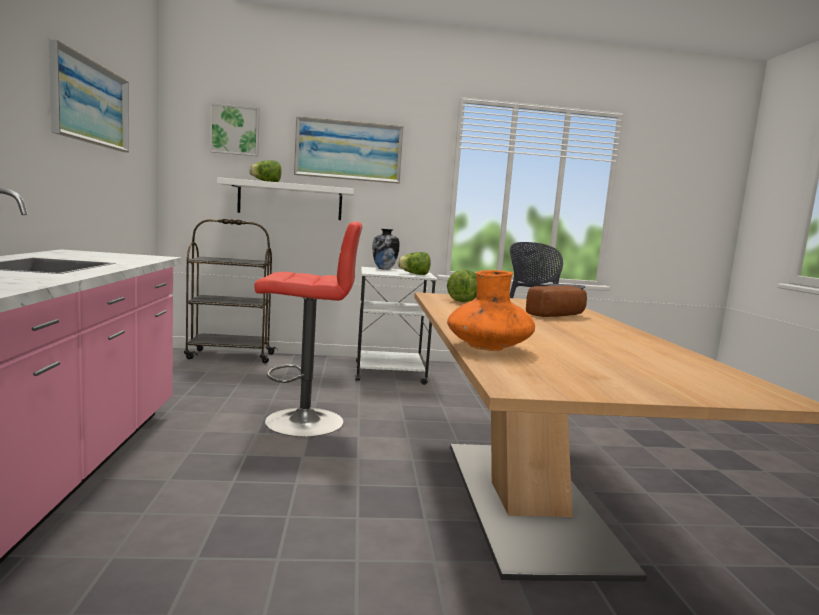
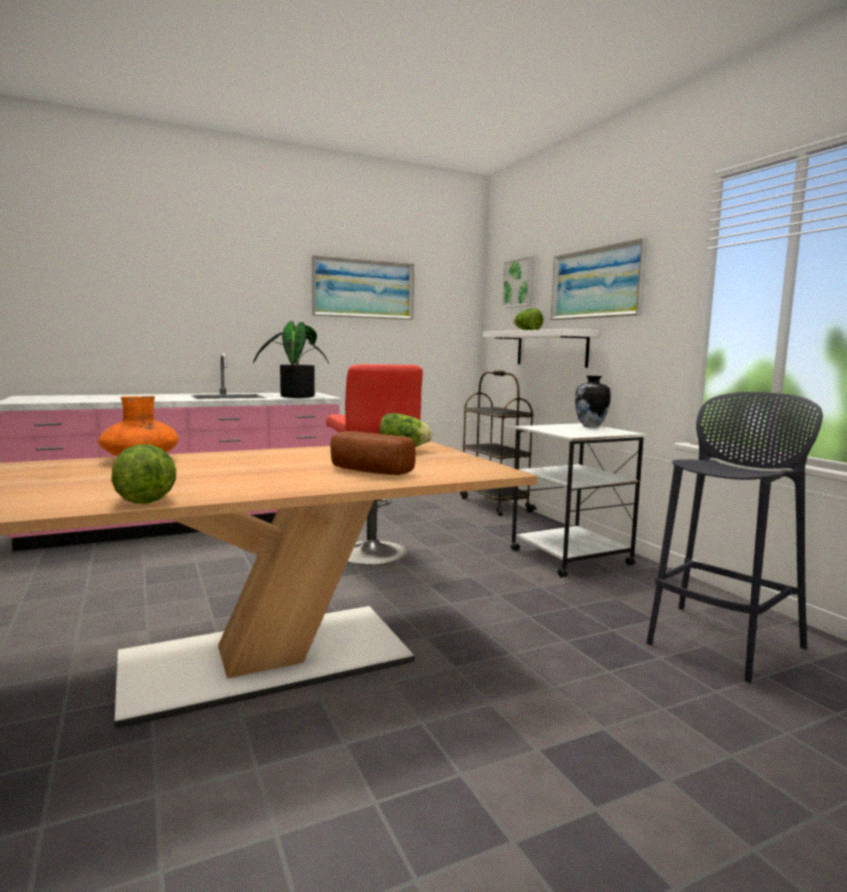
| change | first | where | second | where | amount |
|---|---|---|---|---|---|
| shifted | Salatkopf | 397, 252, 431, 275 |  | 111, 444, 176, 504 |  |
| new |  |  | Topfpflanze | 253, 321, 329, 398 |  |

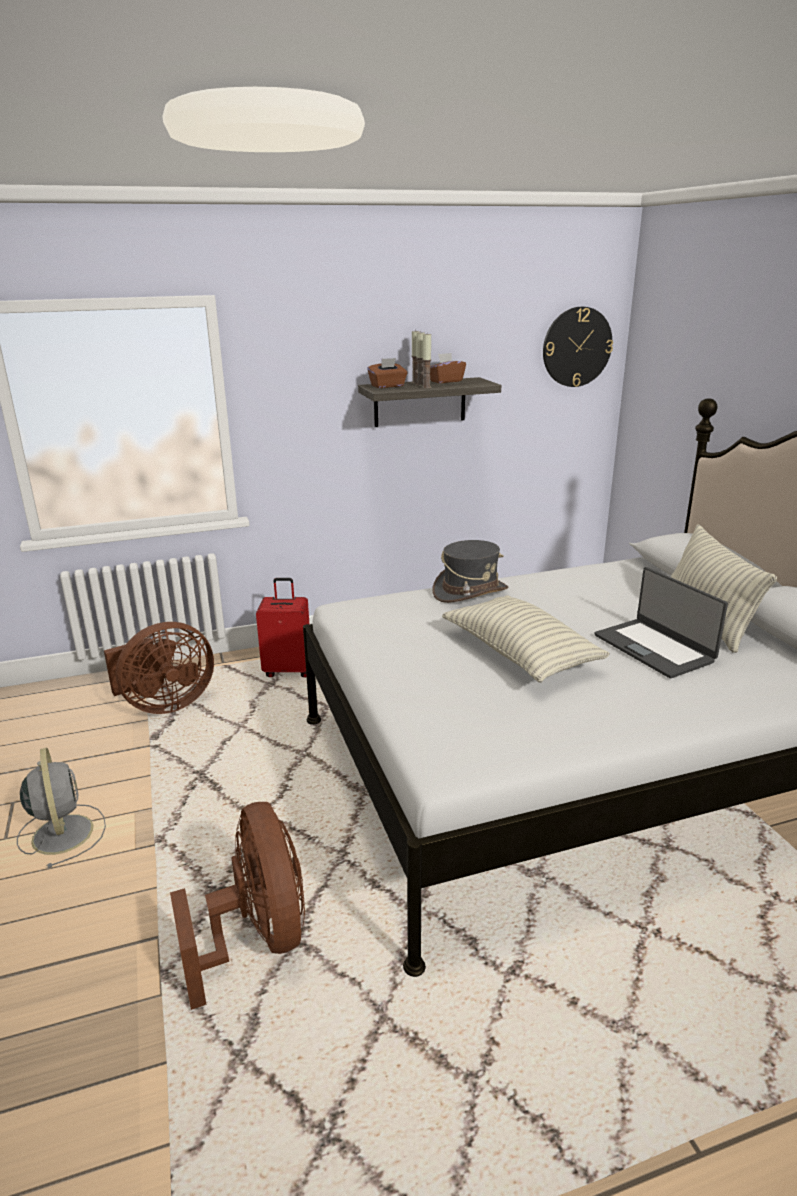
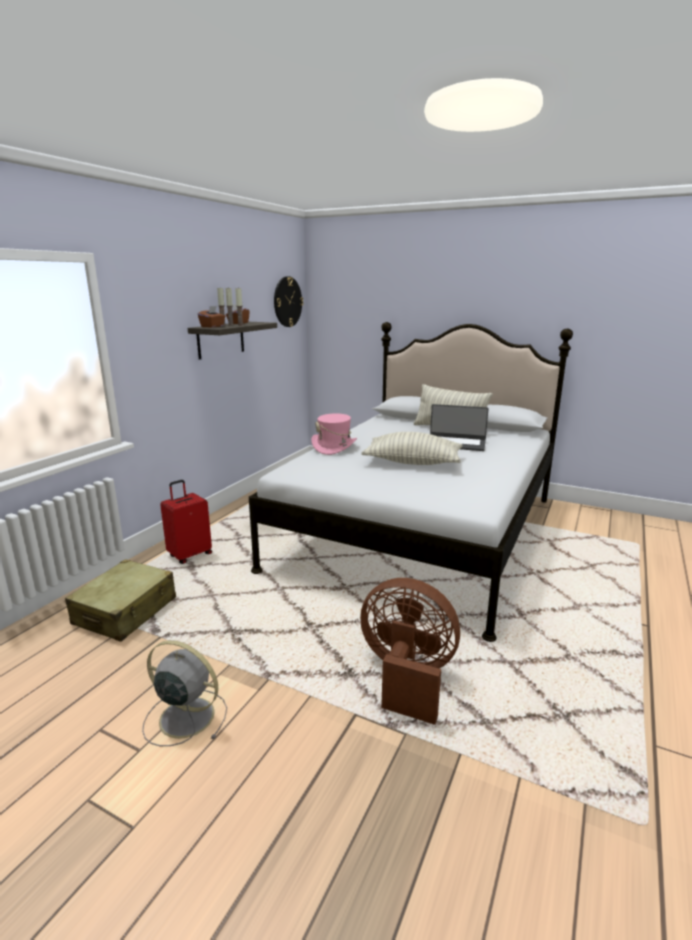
| change | first | where | second | where | amount |
|---|---|---|---|---|---|
| swapped | Ventilator (braun) | 104, 622, 214, 714 | Koffer (beige) | 65, 559, 176, 642 |  |
| repainted | Hut (grau) | 432, 540, 508, 603 | Hut (rosa) | 311, 413, 357, 455 |  |

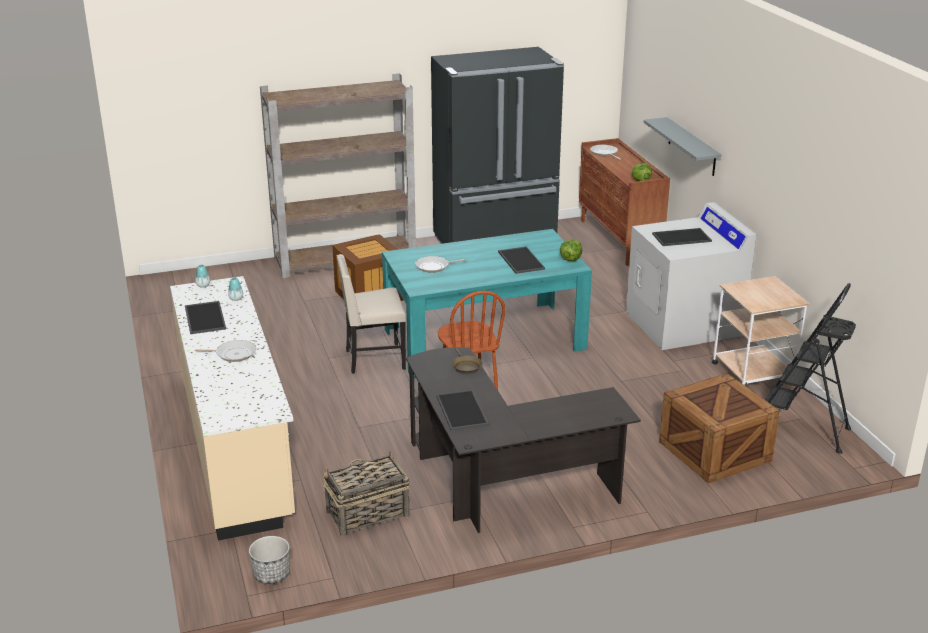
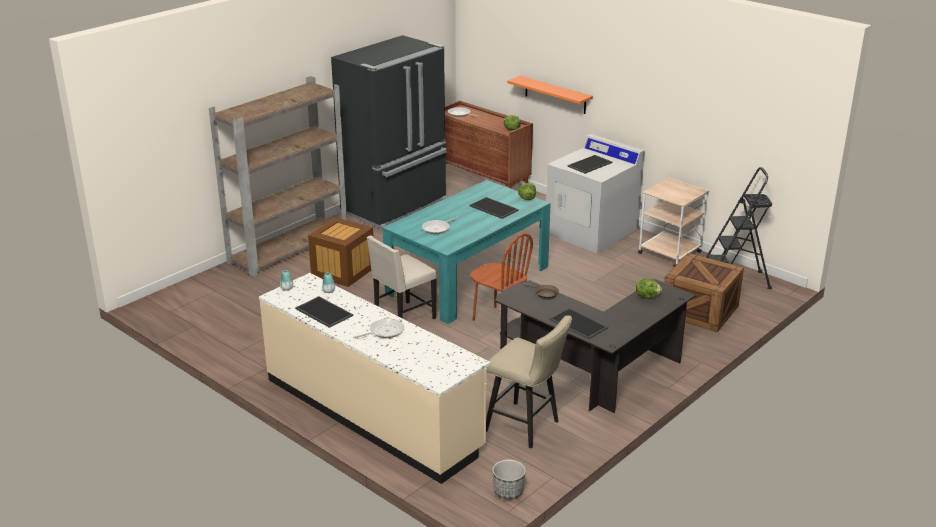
| change | first | where | second | where | amount |
|---|---|---|---|---|---|
| swapped | Korb | 323, 451, 410, 536 | Hocker (beige) | 486, 315, 572, 448 |  |
| repainted | Wandregal (grau) | 644, 117, 722, 176 | Wandregal (orange) | 507, 76, 593, 114 |  |
| new |  |  | Salatkopf | 636, 278, 662, 299 |  |

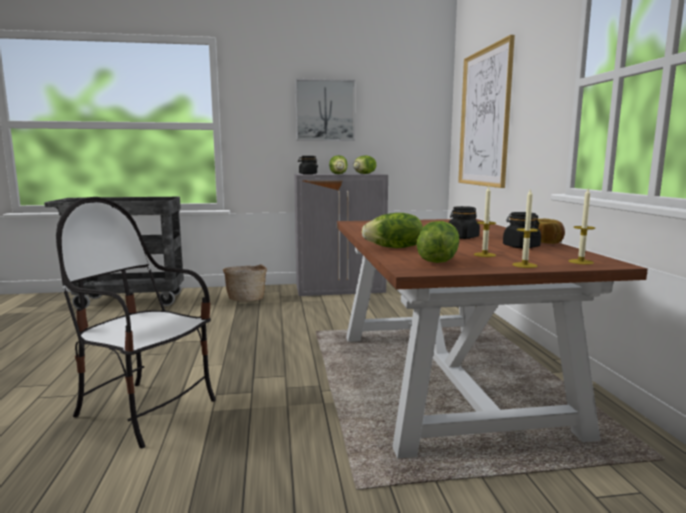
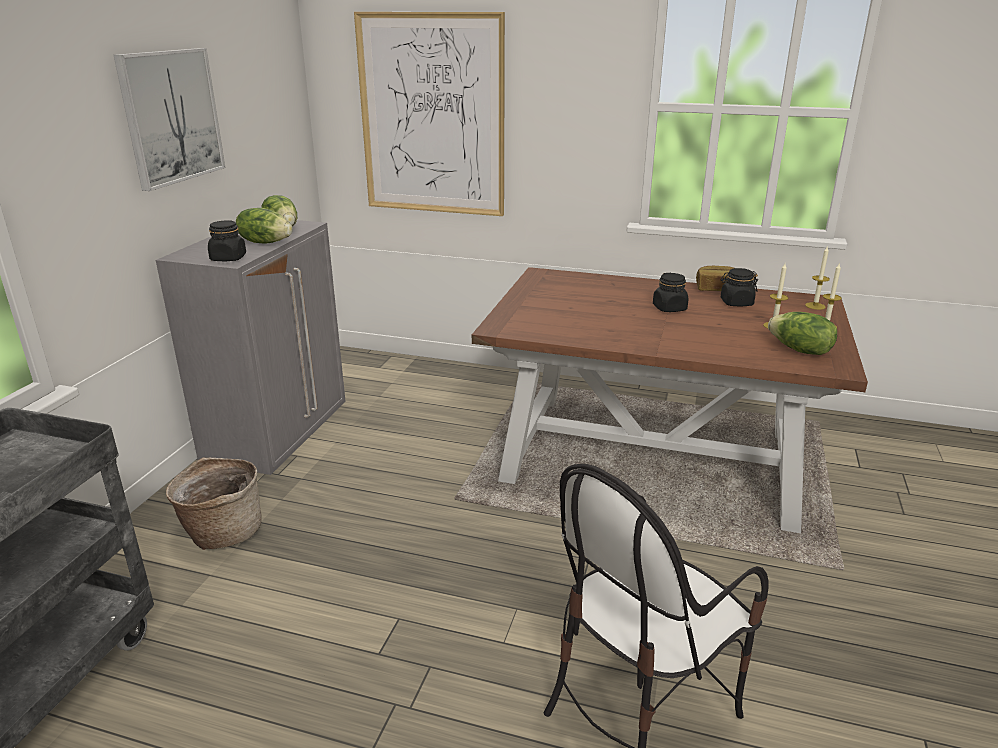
| change | first | where | second | where | amount |
|---|---|---|---|---|---|
| gone | Salatkopf | 362, 213, 423, 248 |  |  |  |

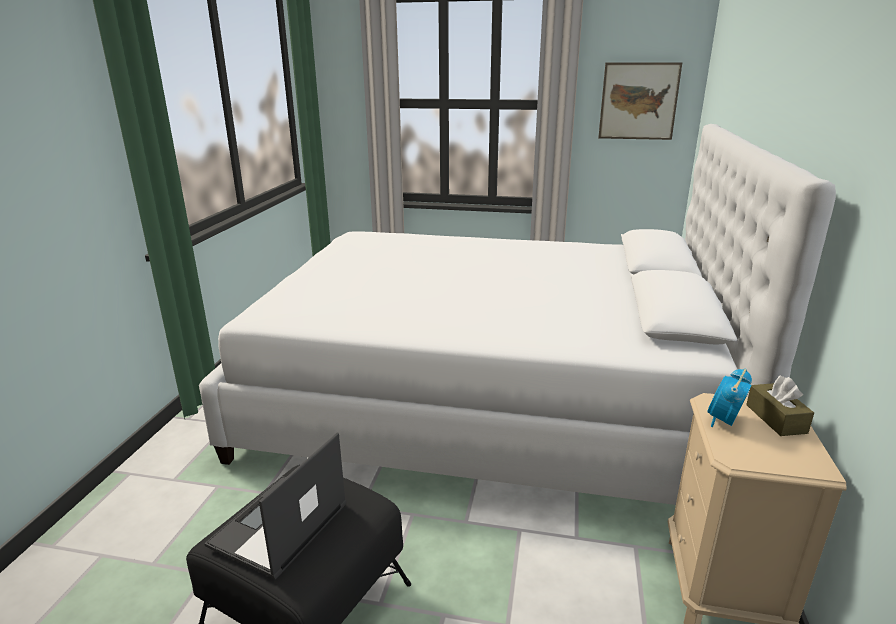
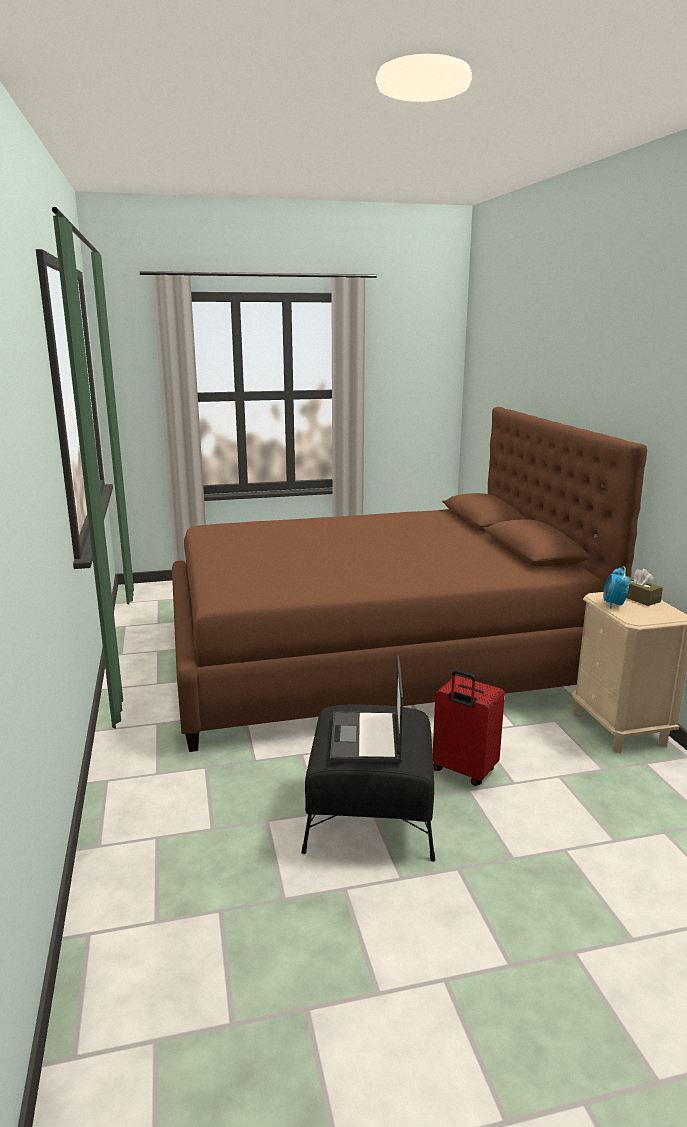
| change | first | where | second | where | amount |
|---|---|---|---|---|---|
| repainted | Bett (weiß) | 199, 124, 836, 505 | Bett (braun) | 172, 407, 647, 752 |  |
| gone | Bild | 598, 62, 683, 140 |  |  |  |
| new |  |  | Koffer (rot) | 433, 670, 505, 786 |  |

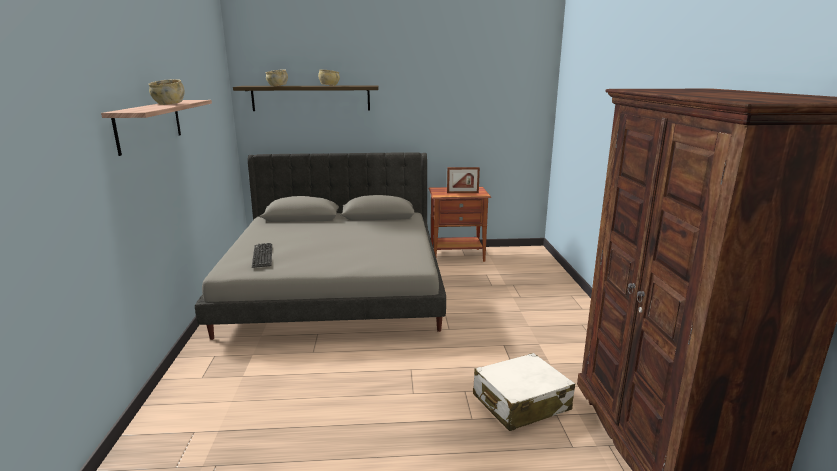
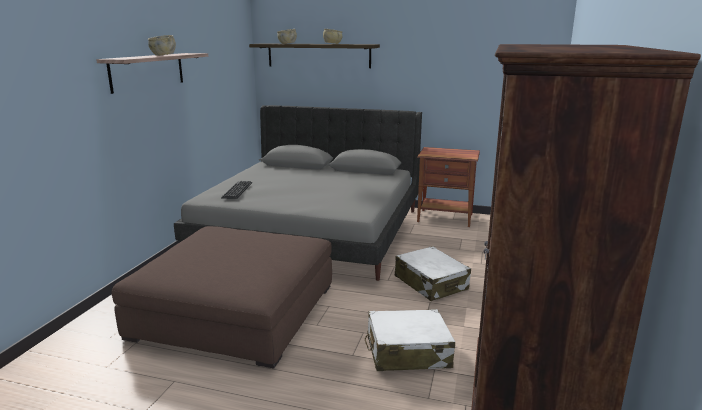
| change | first | where | second | where | amount |
|---|---|---|---|---|---|
| gone | Bilderrahmen | 447, 167, 480, 193 |  |  |  |
| new |  |  | Polsterhocker (braun) | 112, 226, 332, 369 |  |
| new |  |  | Koffer (weiß) | 395, 246, 471, 301 |  |

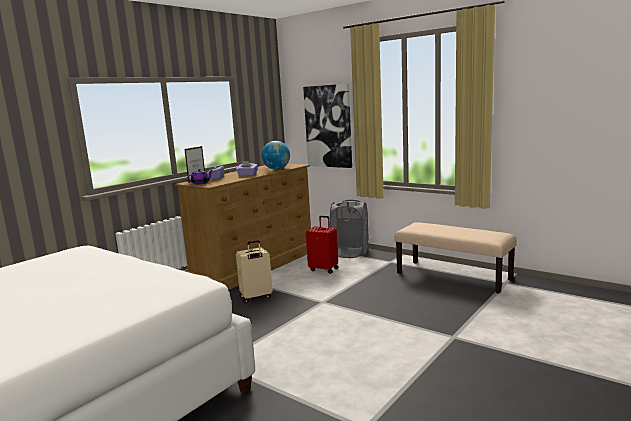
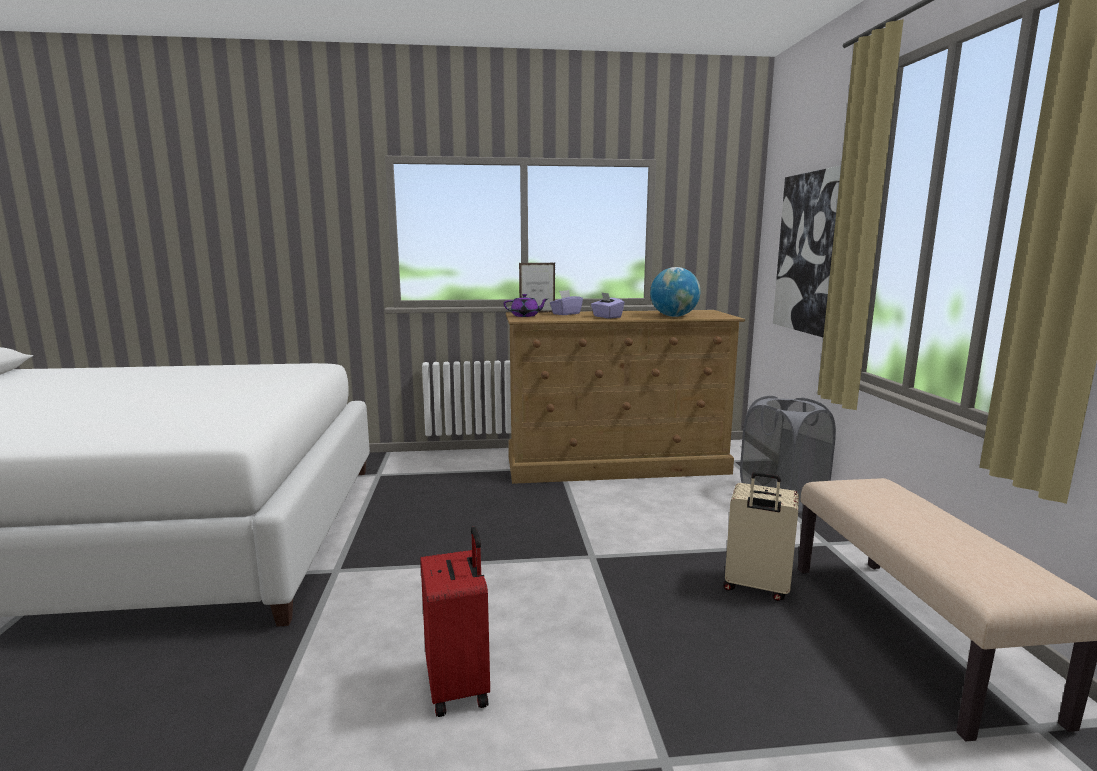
| change | first | where | second | where | amount |
|---|---|---|---|---|---|
| shifted | Koffer (beige) | 236, 240, 273, 303 |  | 723, 472, 799, 601 |  |
| shifted | Koffer (rot) | 306, 216, 338, 274 |  | 420, 527, 490, 717 |  |

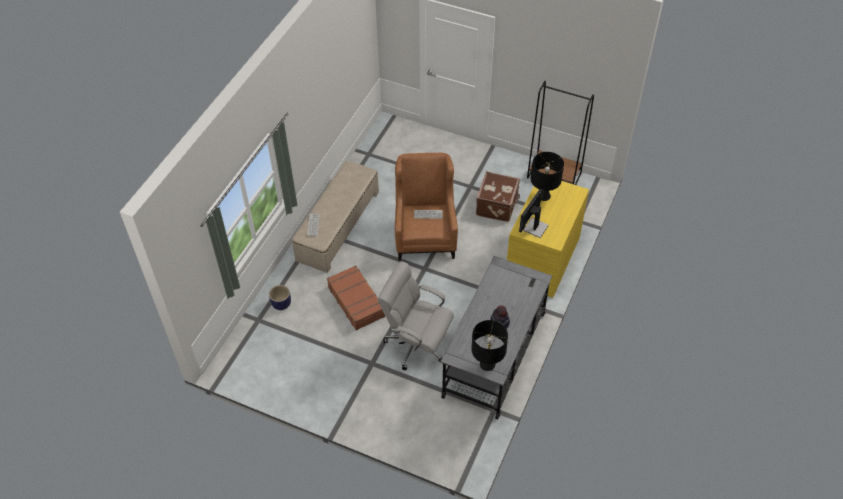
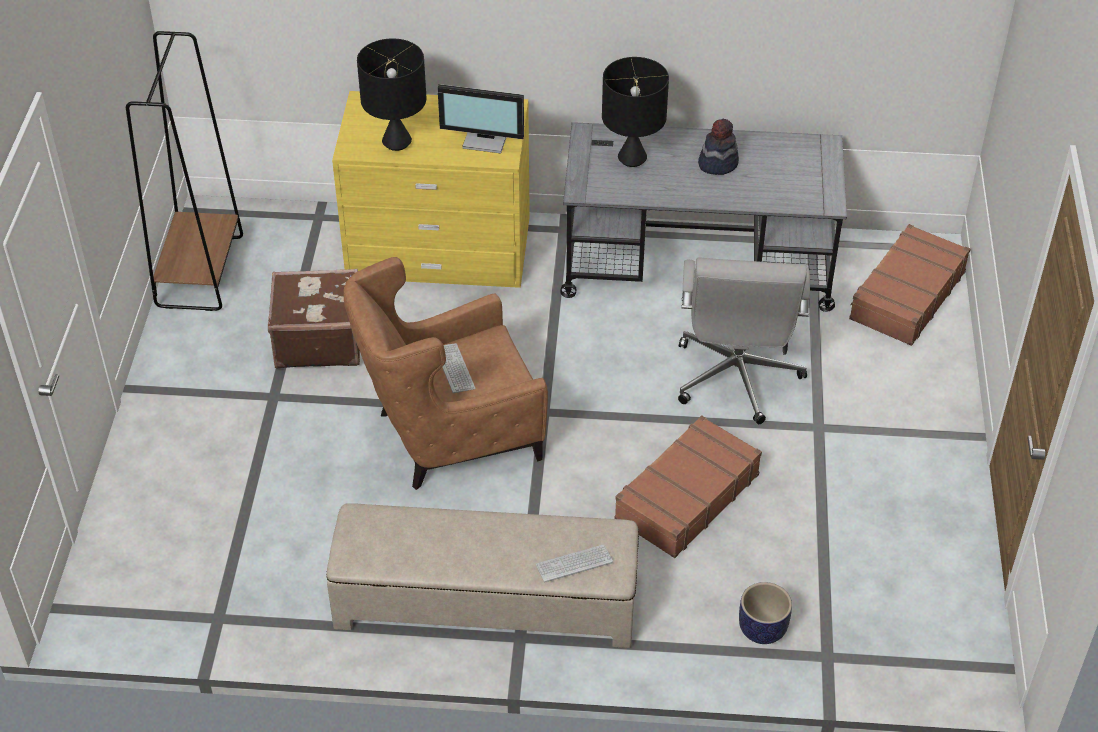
| change | first | where | second | where | amount |
|---|---|---|---|---|---|
| shifted | Tischlampe (schwarz) | 471, 320, 508, 371 |  | 602, 57, 669, 167 |  |
| new |  |  | Koffer (braun) | 849, 224, 970, 346 |  |

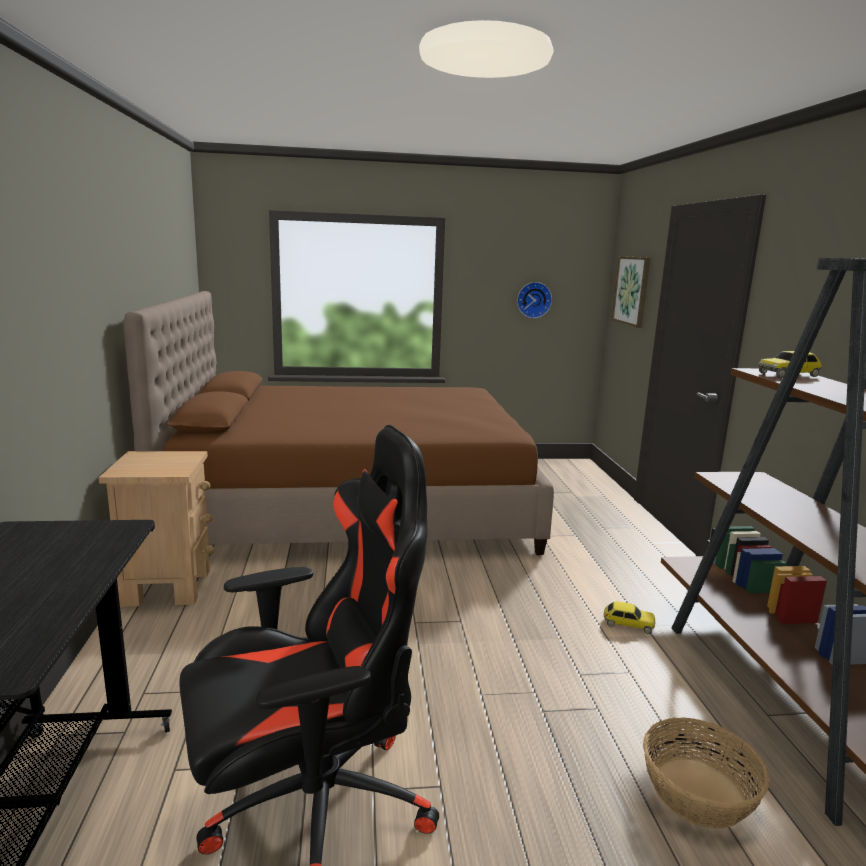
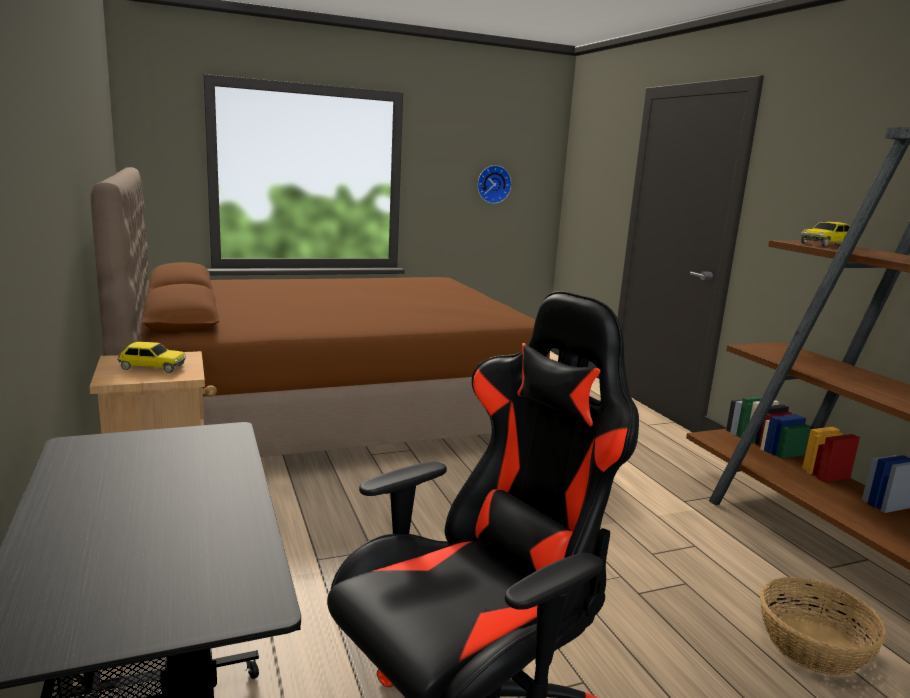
| change | first | where | second | where | amount |
|---|---|---|---|---|---|
| shifted | Spielzeugauto | 604, 601, 655, 634 |  | 117, 342, 186, 373 |  |
| gone | Bild | 612, 256, 650, 328 |  |  |  |

